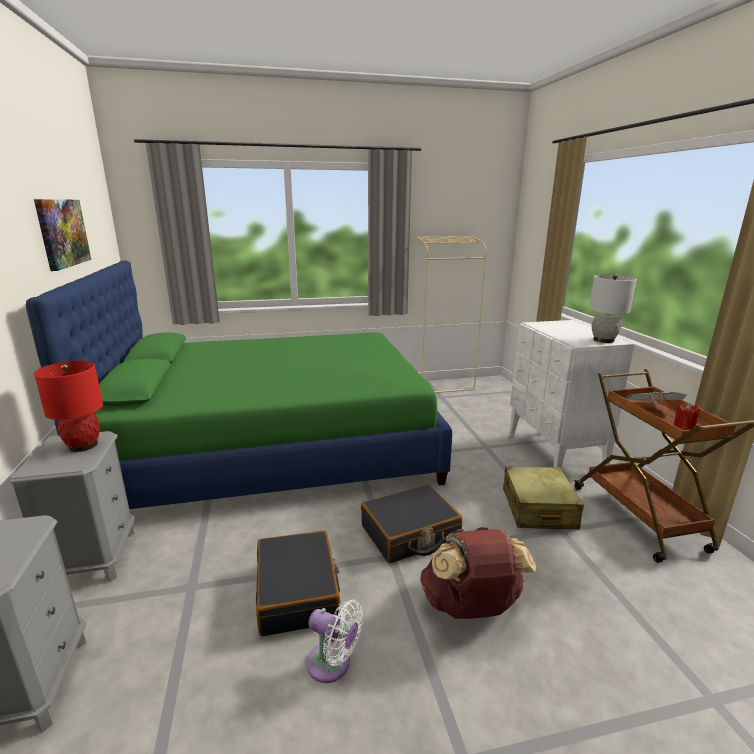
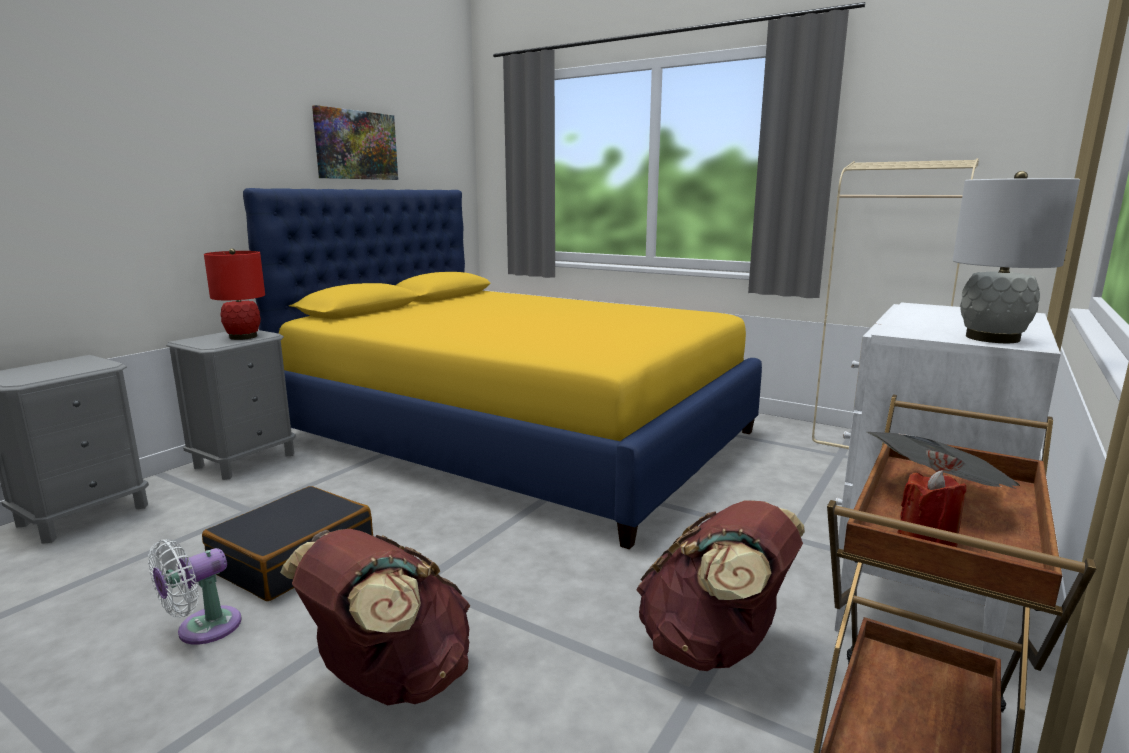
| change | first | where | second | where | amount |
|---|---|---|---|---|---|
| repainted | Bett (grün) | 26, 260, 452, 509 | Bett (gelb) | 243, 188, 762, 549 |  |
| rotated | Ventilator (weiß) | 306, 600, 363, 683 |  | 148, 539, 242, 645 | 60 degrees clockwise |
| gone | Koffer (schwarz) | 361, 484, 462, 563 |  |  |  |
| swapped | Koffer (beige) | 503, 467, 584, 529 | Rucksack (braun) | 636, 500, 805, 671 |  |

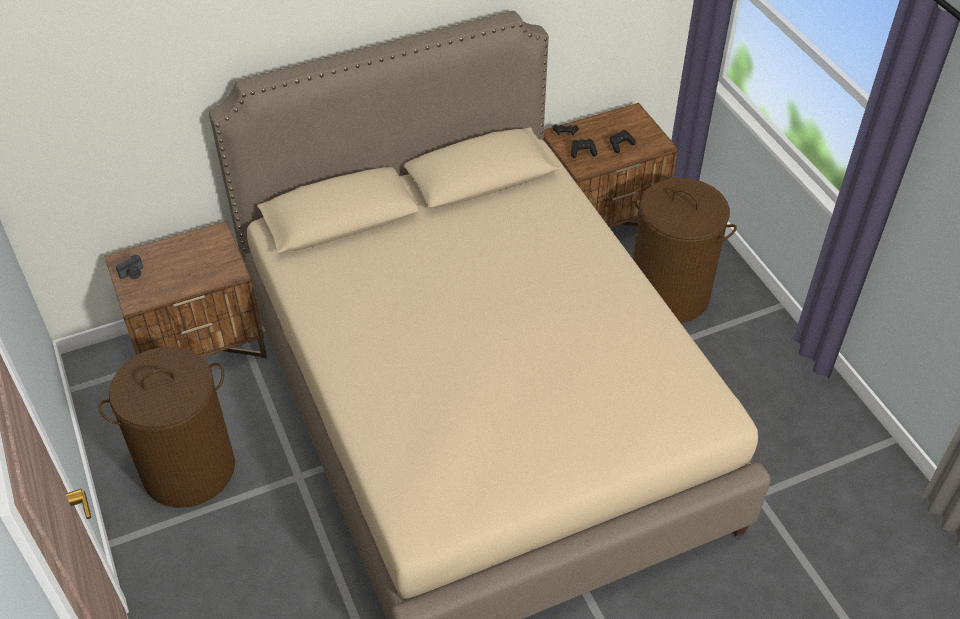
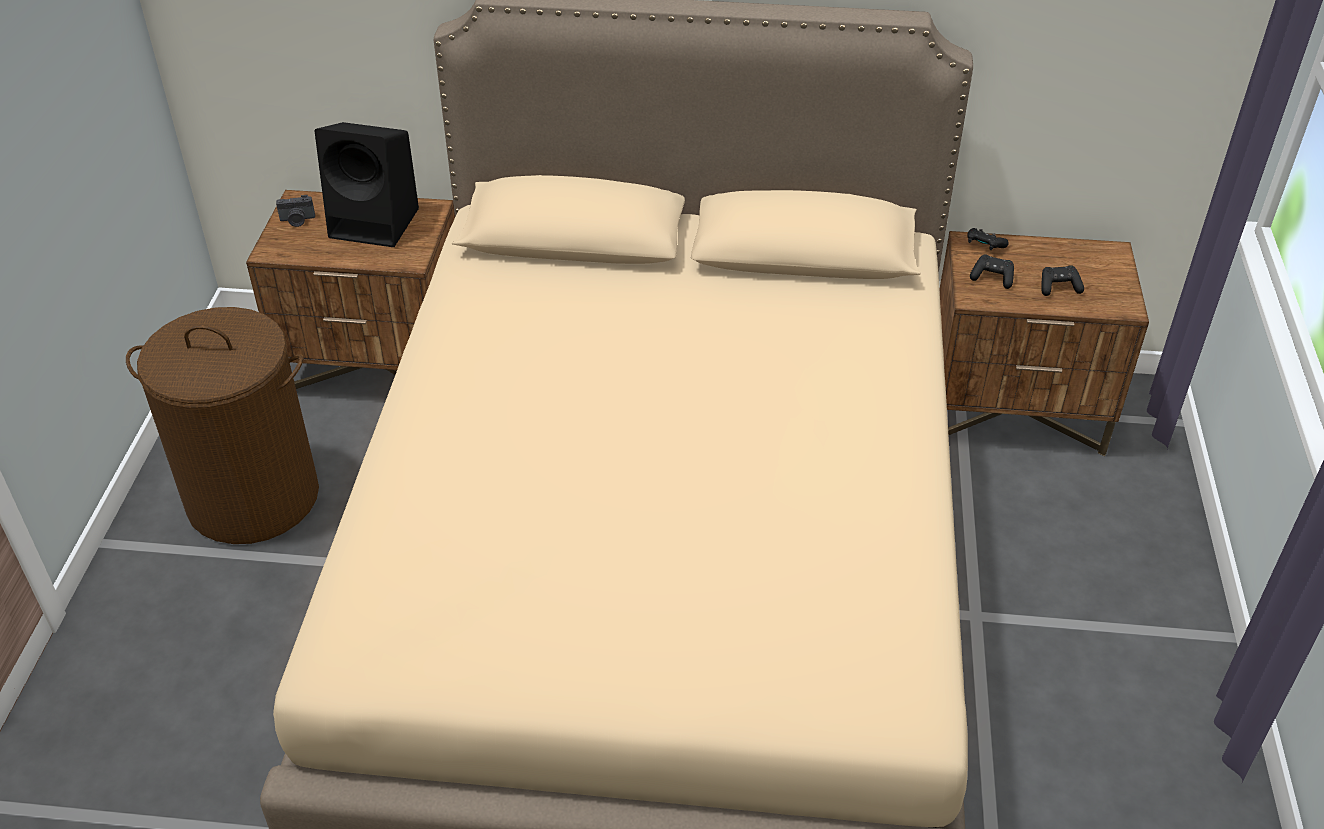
| change | first | where | second | where | amount |
|---|---|---|---|---|---|
| gone | Wäschekorb (braun) | 633, 178, 737, 323 |  |  |  |
| new |  |  | Lautsprecher (schwarz) | 314, 122, 419, 247 |  |

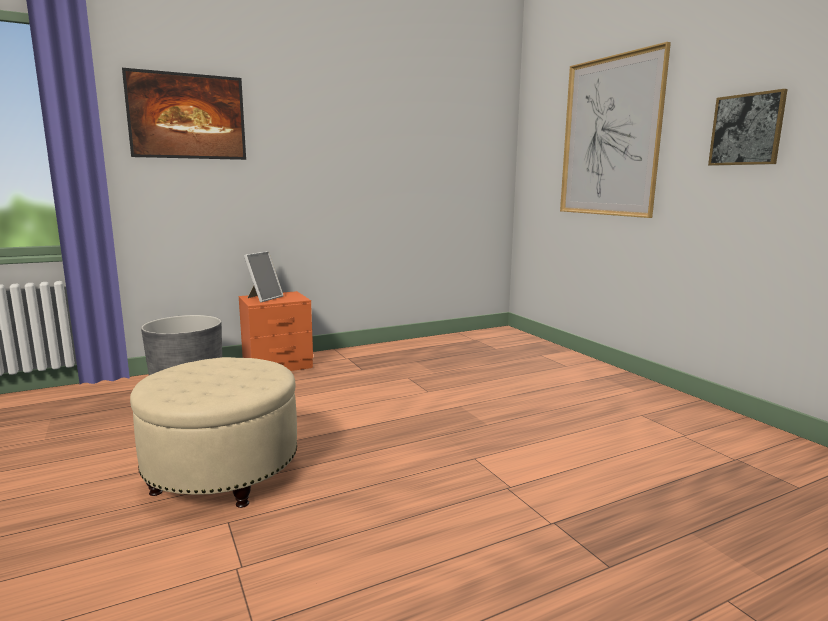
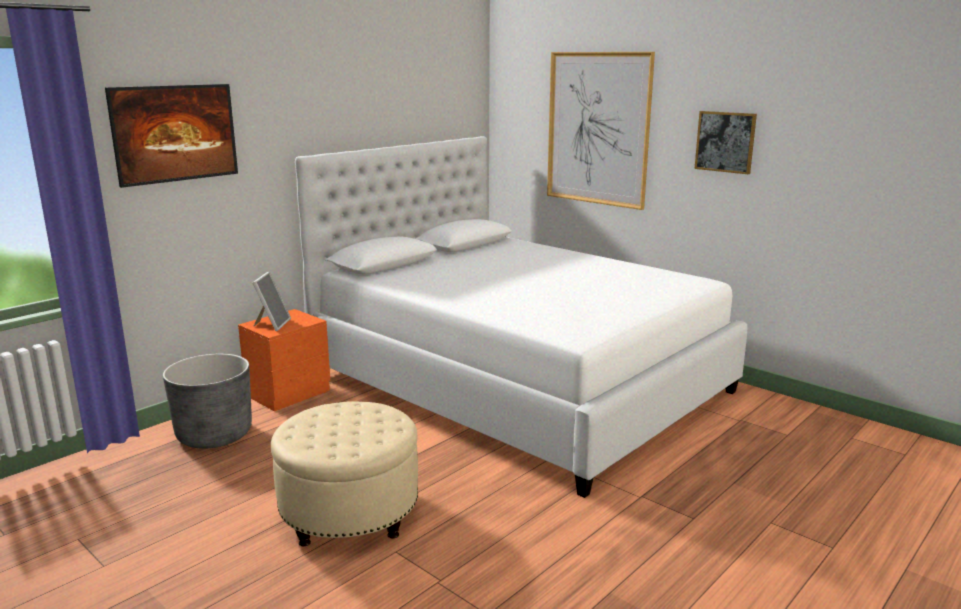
| change | first | where | second | where | amount |
|---|---|---|---|---|---|
| new |  |  | Bett (weiß) | 295, 136, 748, 498 |  |

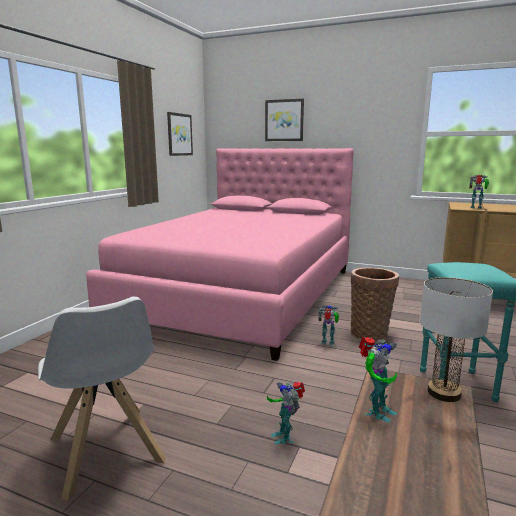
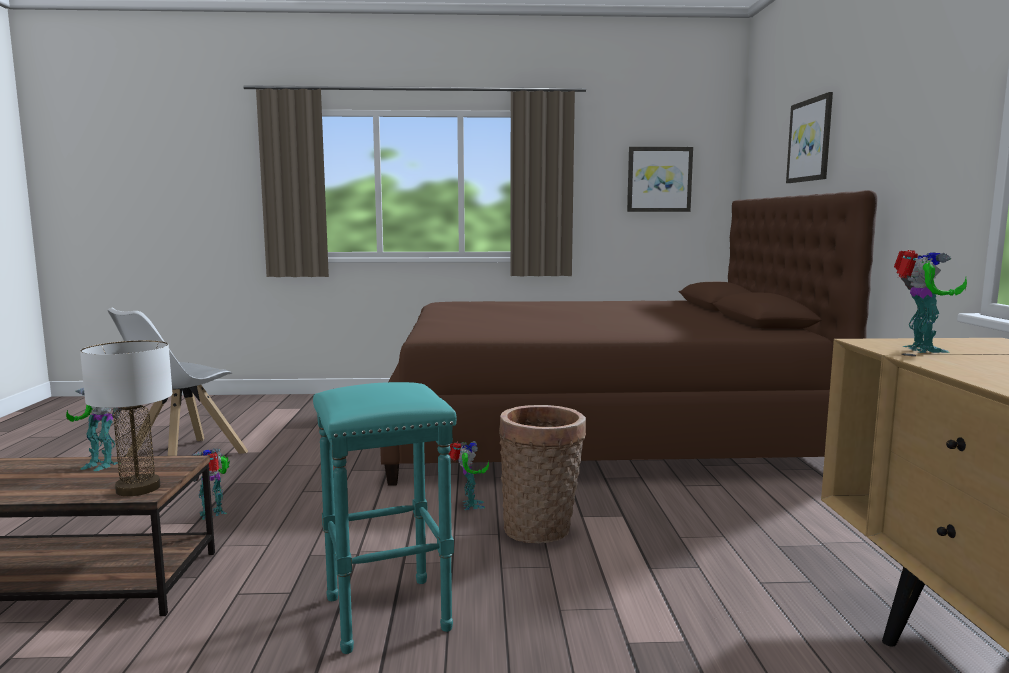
| change | first | where | second | where | amount |
|---|---|---|---|---|---|
| repainted | Bett (rosa) | 86, 148, 354, 361 | Bett (braun) | 380, 190, 878, 486 |  |

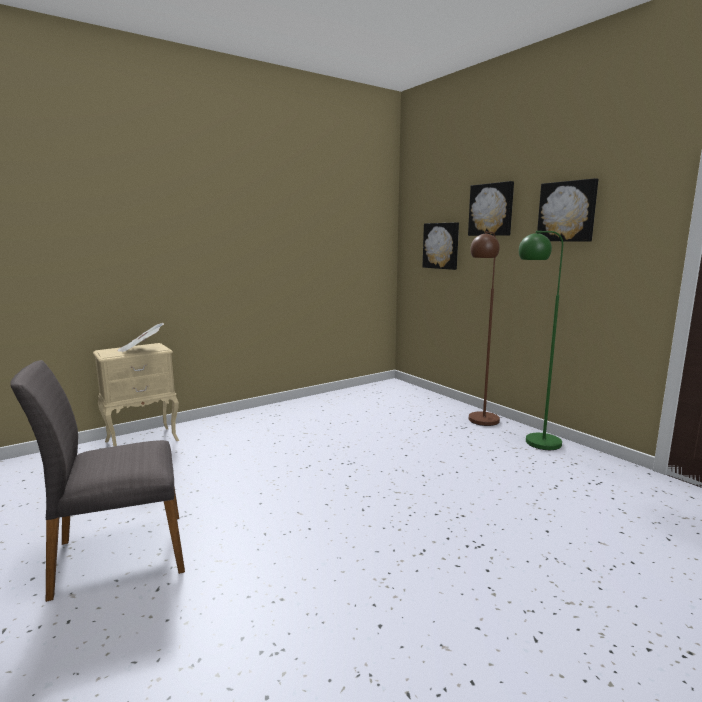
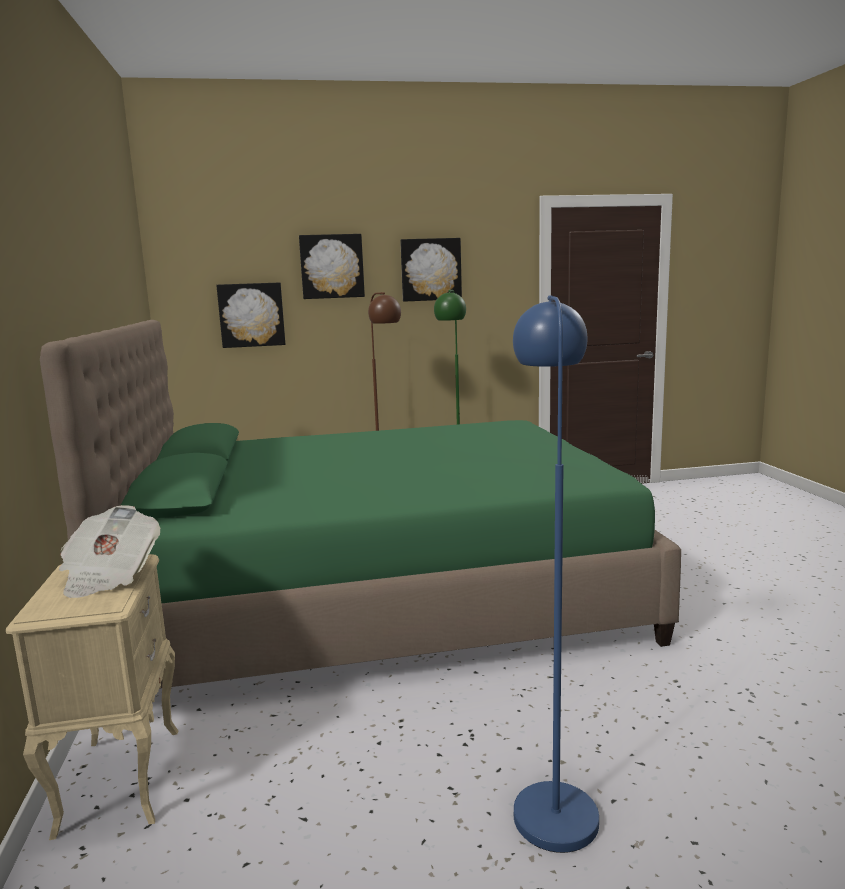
| change | first | where | second | where | amount |
|---|---|---|---|---|---|
| swapped | Stuhl (grau) | 10, 360, 185, 602 | Stehlampe (blau) | 513, 295, 599, 853 |  |
| new |  |  | Bett (grün) | 40, 320, 681, 689 |  |

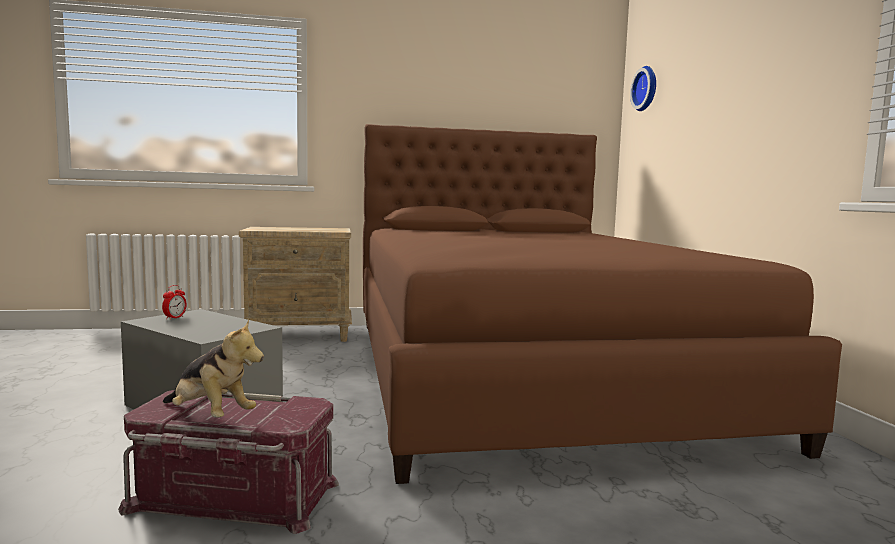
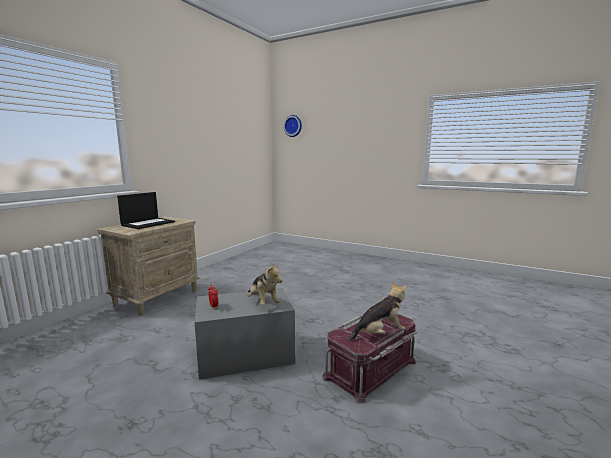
| change | first | where | second | where | amount |
|---|---|---|---|---|---|
| gone | Bett (braun) | 363, 124, 842, 484 |  |  |  |
| new |  |  | Laptop | 117, 192, 175, 229 |  |
| new |  |  | Plüschtier | 247, 263, 283, 306 |  |

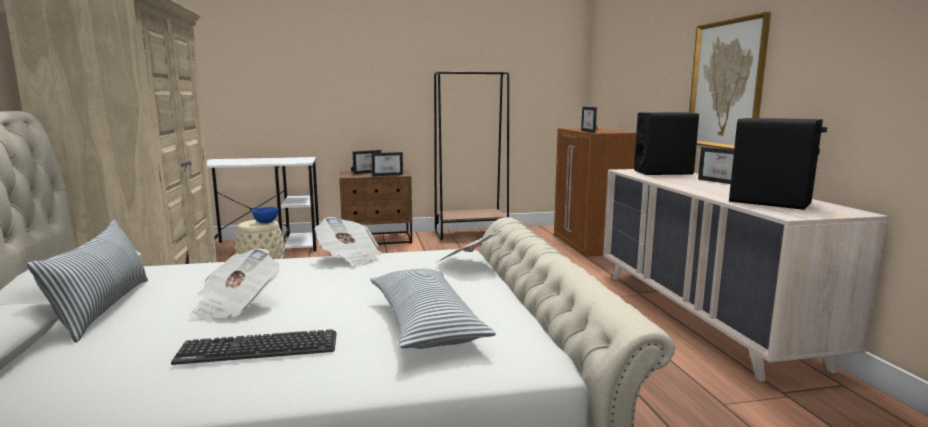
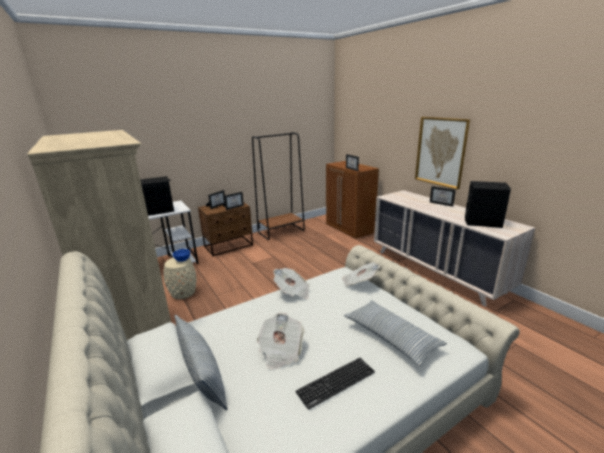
| change | first | where | second | where | amount |
|---|---|---|---|---|---|
| shifted | Lautsprecher (schwarz) | 634, 112, 699, 175 |  | 140, 176, 174, 216 |  |

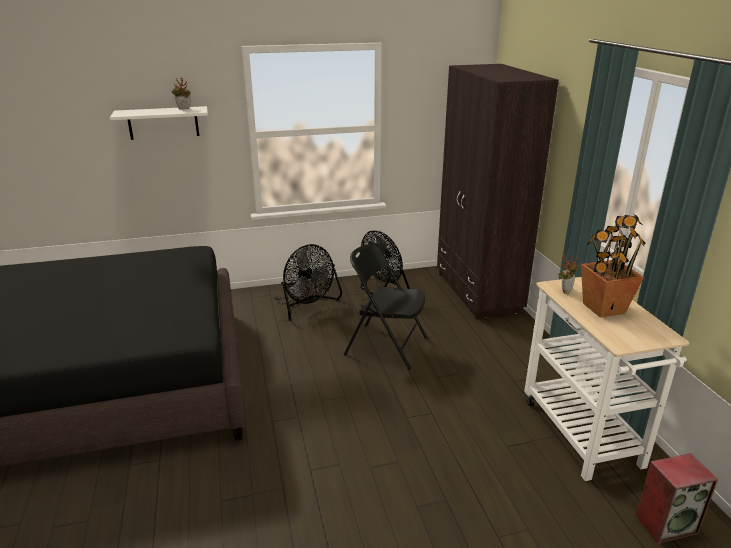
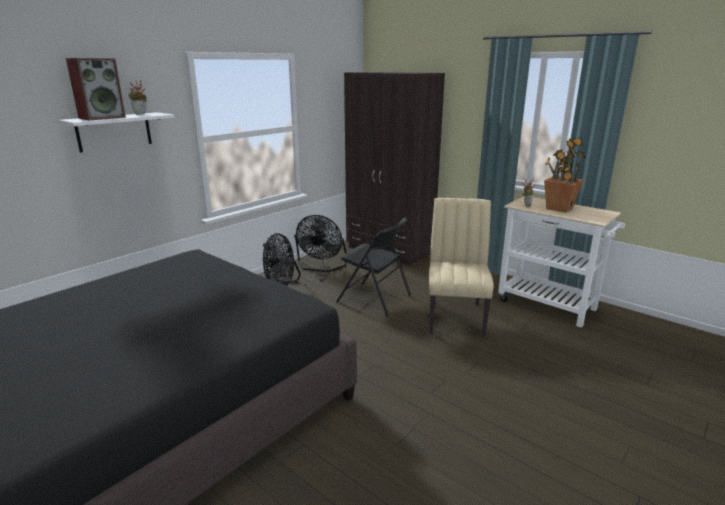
| change | first | where | second | where | amount |
|---|---|---|---|---|---|
| rotated | Stuhl (schwarz) | 344, 244, 427, 370 |  | 336, 218, 411, 317 | 135 degrees counterclockwise |
| shifted | Lautsprecher | 635, 453, 718, 544 |  | 66, 58, 126, 121 |  |
| new |  |  | Stuhl (beige) | 429, 198, 494, 338 |  |

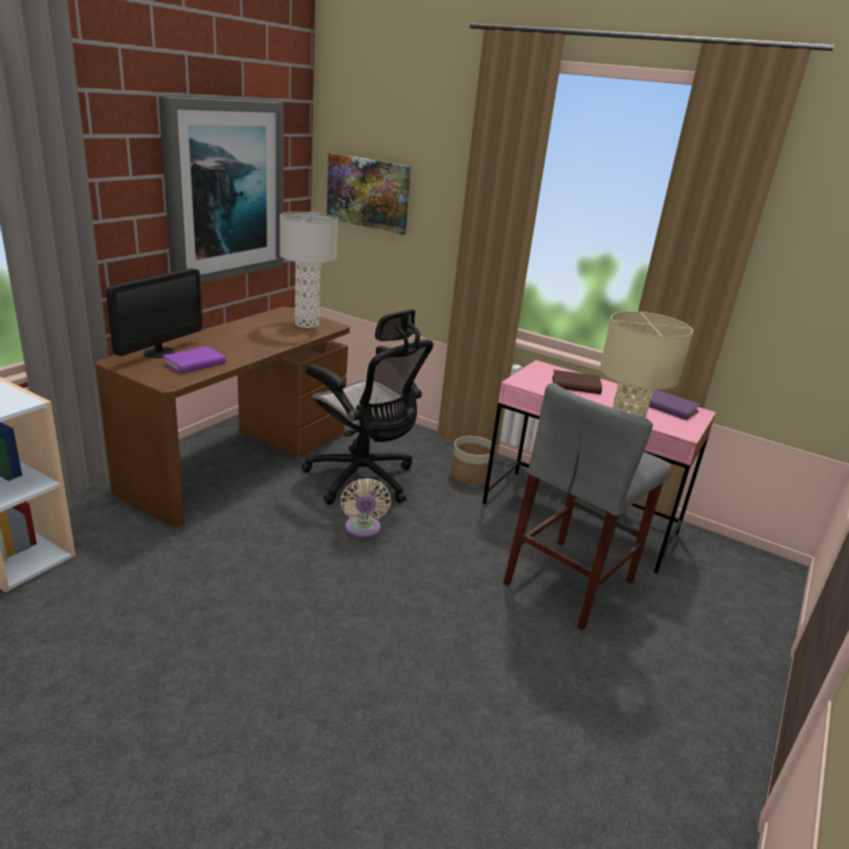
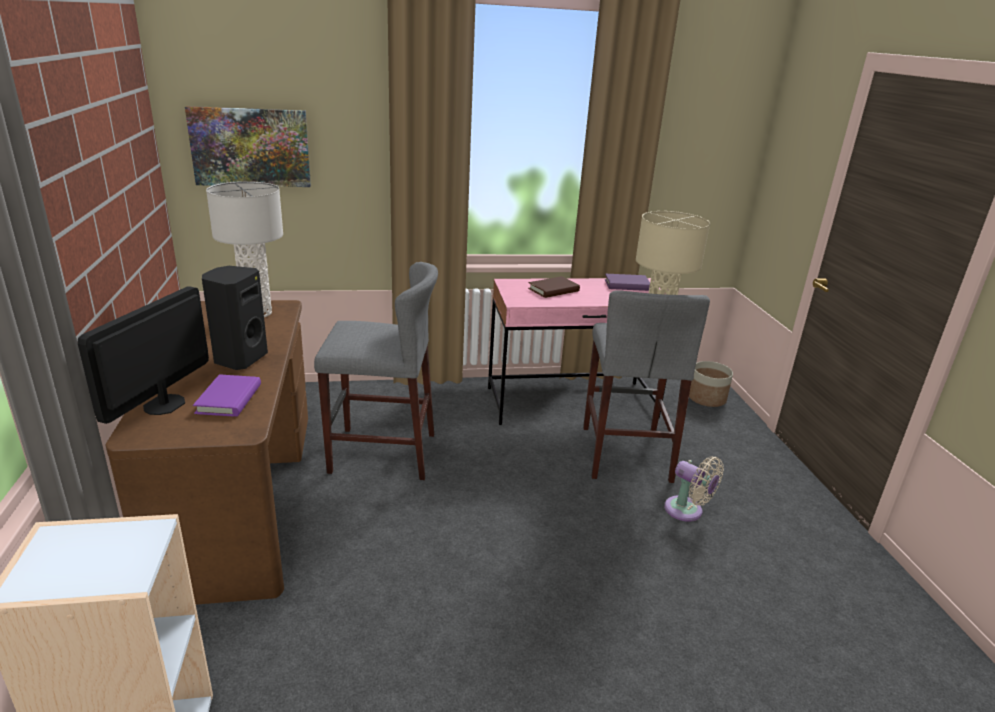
| change | first | where | second | where | amount |
|---|---|---|---|---|---|
| rotated | Monitor | 106, 268, 202, 358 |  | 78, 287, 209, 424 | 150 degrees counterclockwise |
| gone | Bild | 159, 96, 284, 284 |  |  |  |
| swapped | Bürostuhl | 301, 309, 433, 505 | Hocker (grau) | 314, 262, 438, 480 |  |
| shifted | Ventilator (beige) | 340, 478, 391, 538 |  | 664, 456, 724, 522 |  |
| shifted | Pflanzkübel | 451, 436, 496, 485 |  | 689, 361, 733, 407 |  |
| new |  |  | Lautsprecher (schwarz) | 202, 266, 268, 370 |  |

